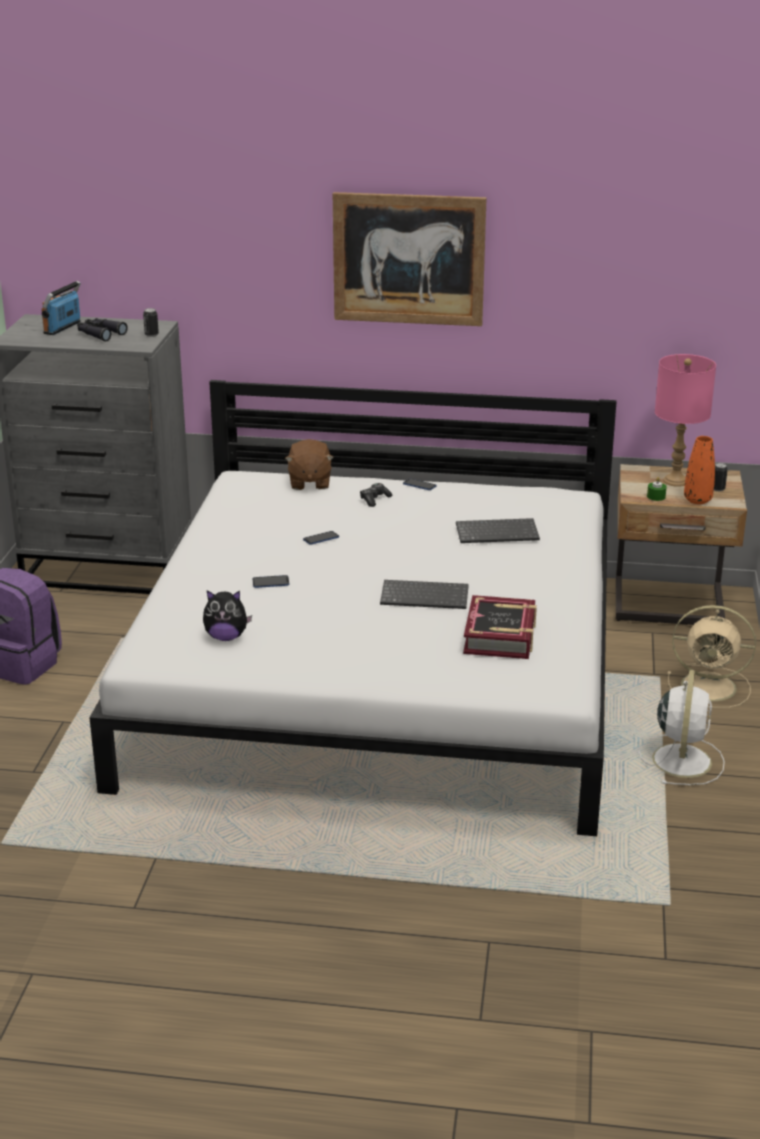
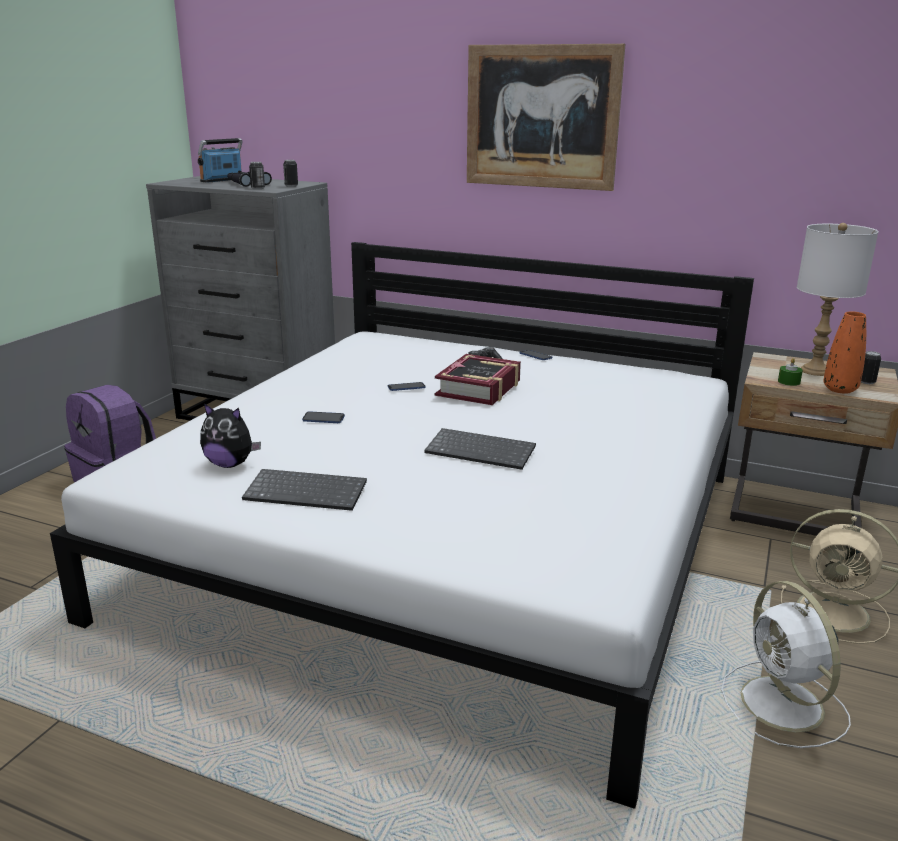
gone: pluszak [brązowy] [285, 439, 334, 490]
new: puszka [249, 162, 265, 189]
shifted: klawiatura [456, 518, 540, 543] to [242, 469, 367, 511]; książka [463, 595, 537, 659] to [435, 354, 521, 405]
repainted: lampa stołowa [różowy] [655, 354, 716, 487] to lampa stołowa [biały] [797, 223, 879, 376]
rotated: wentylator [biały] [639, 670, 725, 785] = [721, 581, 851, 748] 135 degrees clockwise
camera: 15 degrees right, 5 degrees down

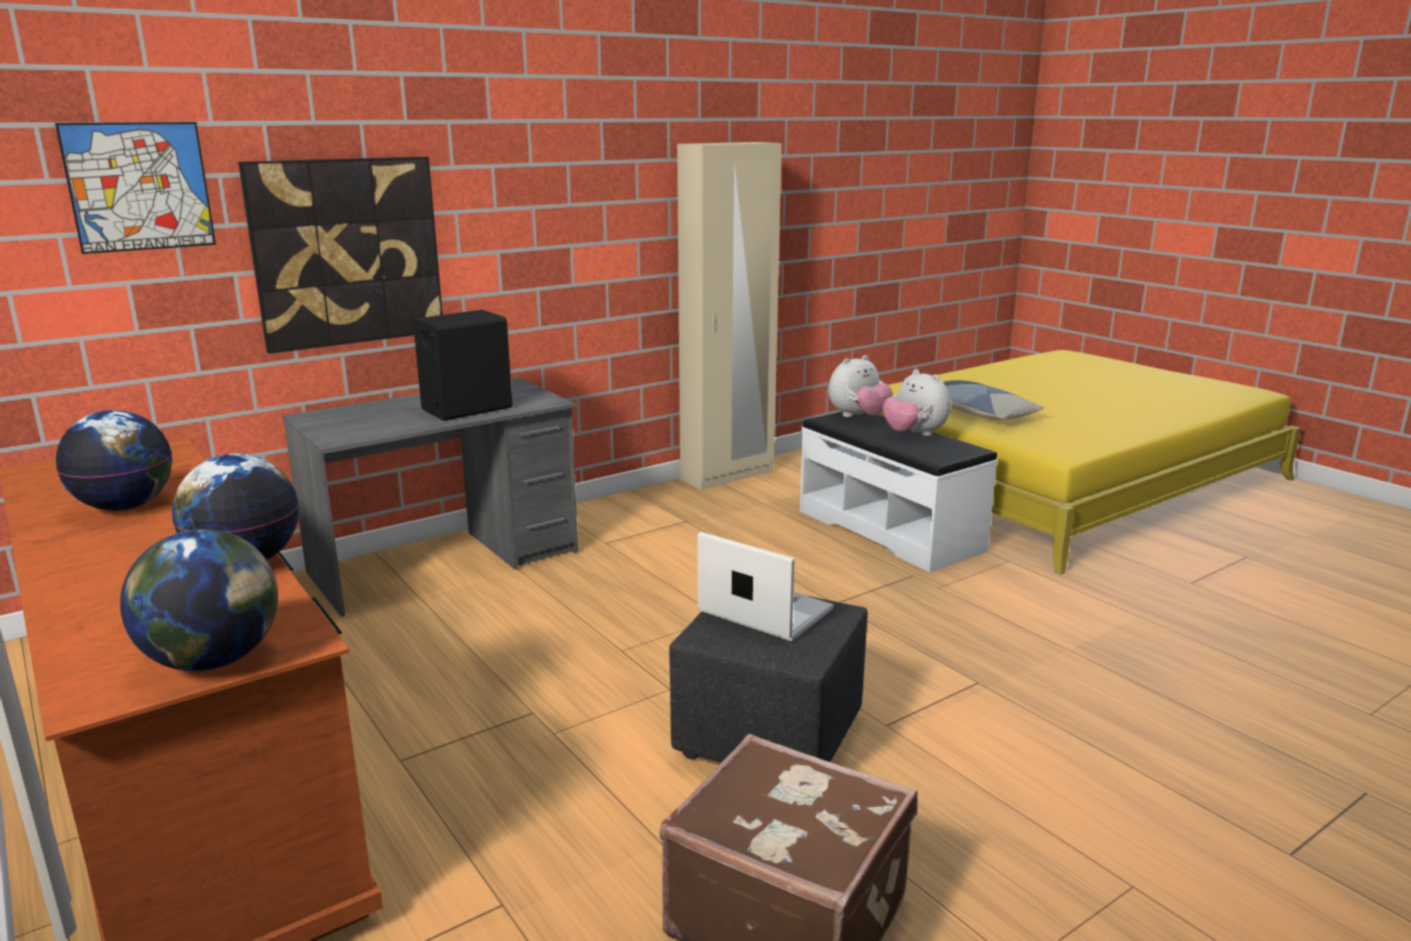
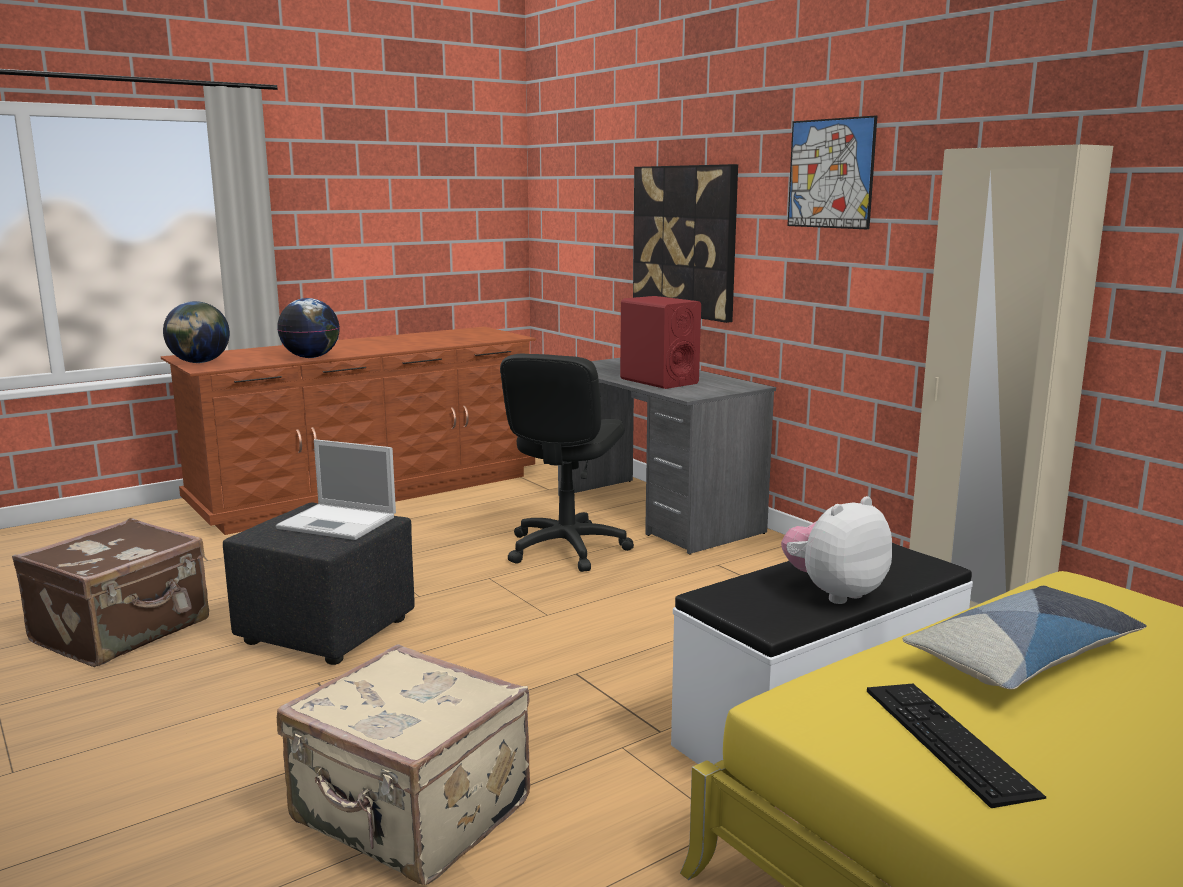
gone: pluszak [829, 355, 893, 417]; globus [56, 410, 172, 511]
new: krzesło biurowe [czarny] [500, 354, 634, 572]; walizka [beżowy] [277, 644, 530, 885]; klawiatura [867, 684, 1046, 808]
shifted: obraz [55, 122, 216, 254] to [787, 116, 877, 229]
repainted: głośnik [czarny] [413, 310, 512, 421] to głośnik [czerwony] [620, 296, 701, 389]
rotated: laptop [698, 532, 834, 641] = [276, 439, 396, 540] 75 degrees clockwise
camera: 90 degrees right, 5 degrees down

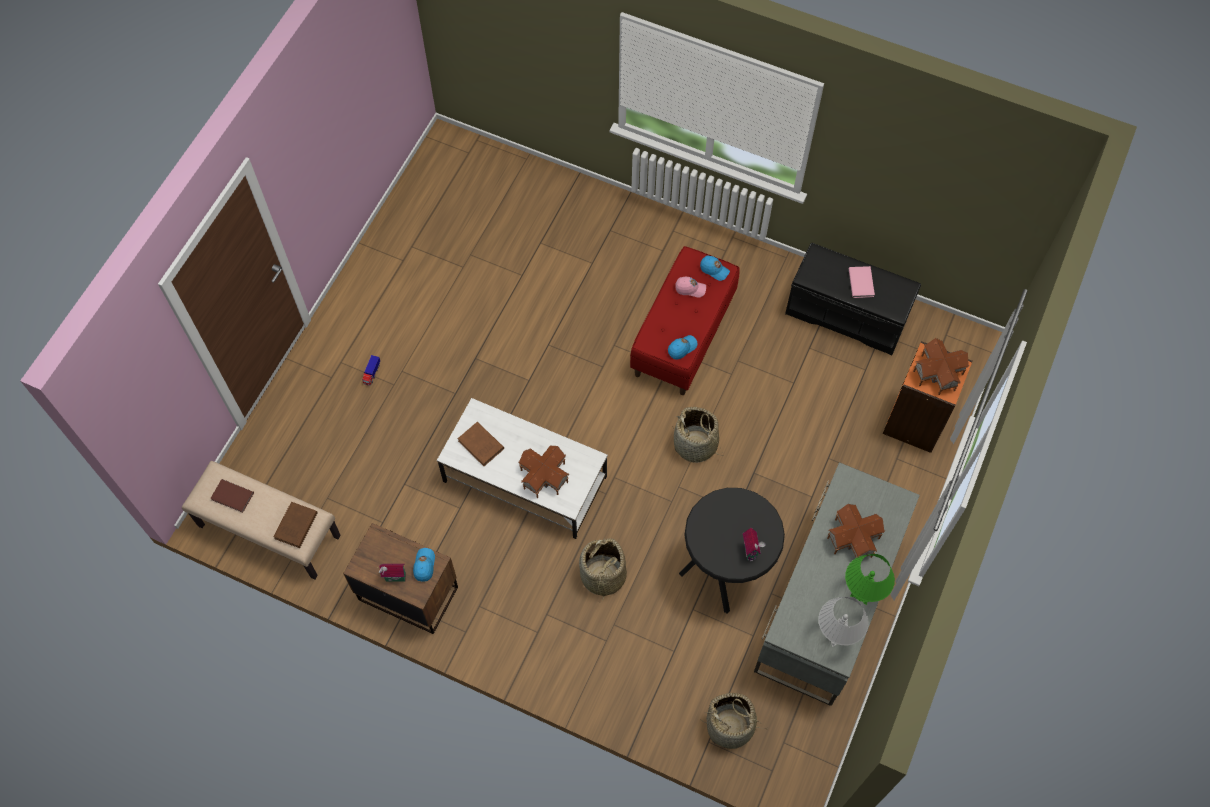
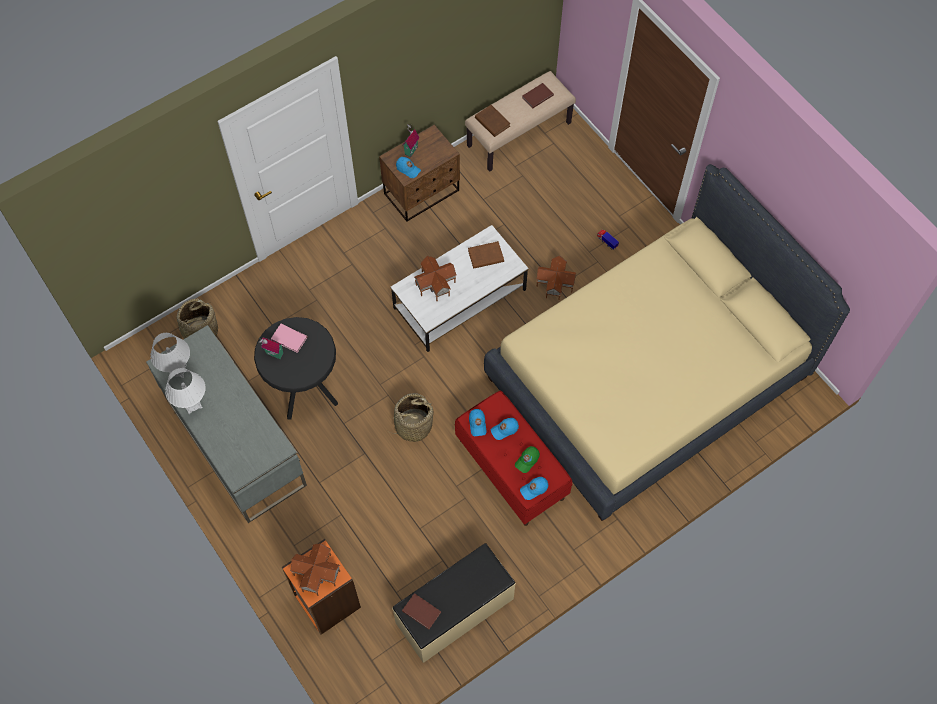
gone: koszyk [579, 537, 627, 603]
new: łóżko [beżowy] [484, 164, 850, 521]; czapka z daszkiem [niebieski] [491, 418, 519, 440]; książka [brązowy] [402, 593, 441, 630]
shifted: książka [różowy] [848, 266, 875, 298] to [271, 324, 308, 353]; domek [827, 504, 885, 558] to [536, 256, 577, 299]
repainted: ławka [czarny] [785, 243, 921, 355] to ławka [beżowy] [392, 543, 516, 663]; czapka z daszkiem [różowy] [675, 277, 706, 298] to czapka z daszkiem [zielony] [515, 446, 540, 473]; lampa stołowa [zielony] [845, 554, 895, 605] to lampa stołowa [biały] [165, 368, 206, 414]
camera: 120 degrees right, 0 degrees up

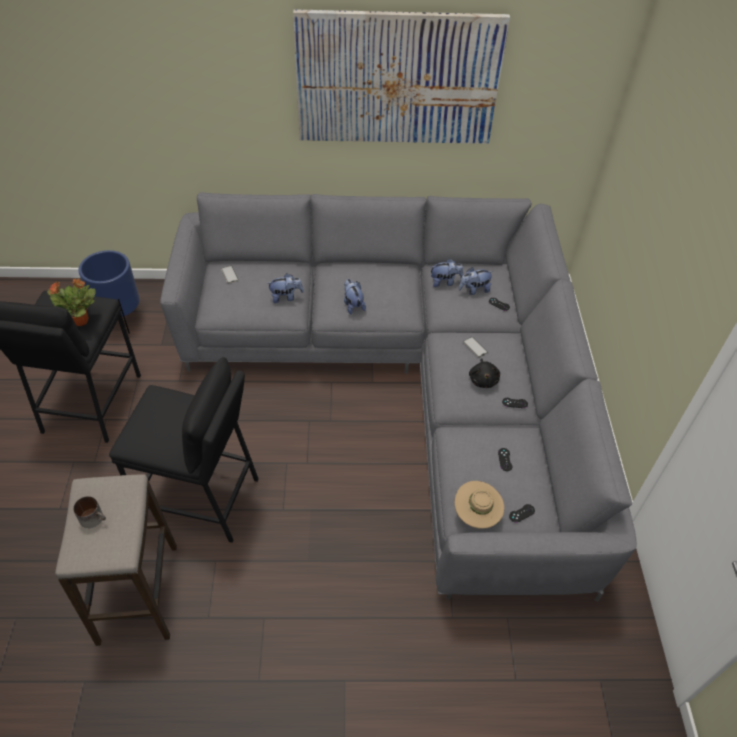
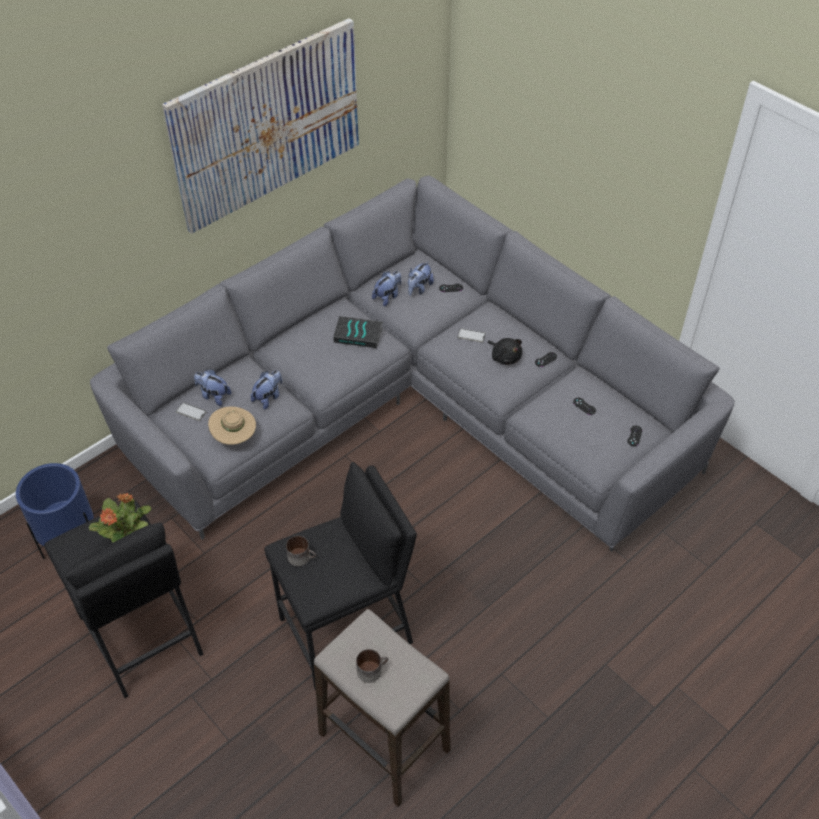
new: książka [333, 316, 383, 348]; kubek [286, 535, 316, 566]
shifted: pluszak [344, 279, 366, 315] to [194, 369, 231, 406]; kapelusz [beżowy] [455, 481, 504, 529] to [208, 407, 256, 445]
camera: 40 degrees left, 0 degrees up

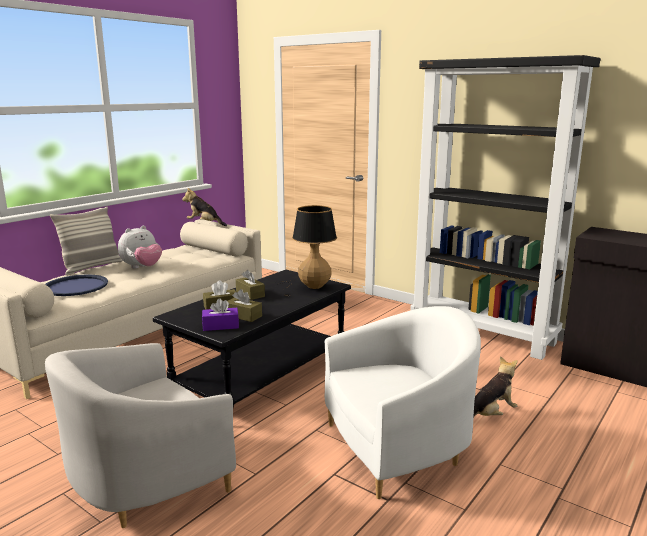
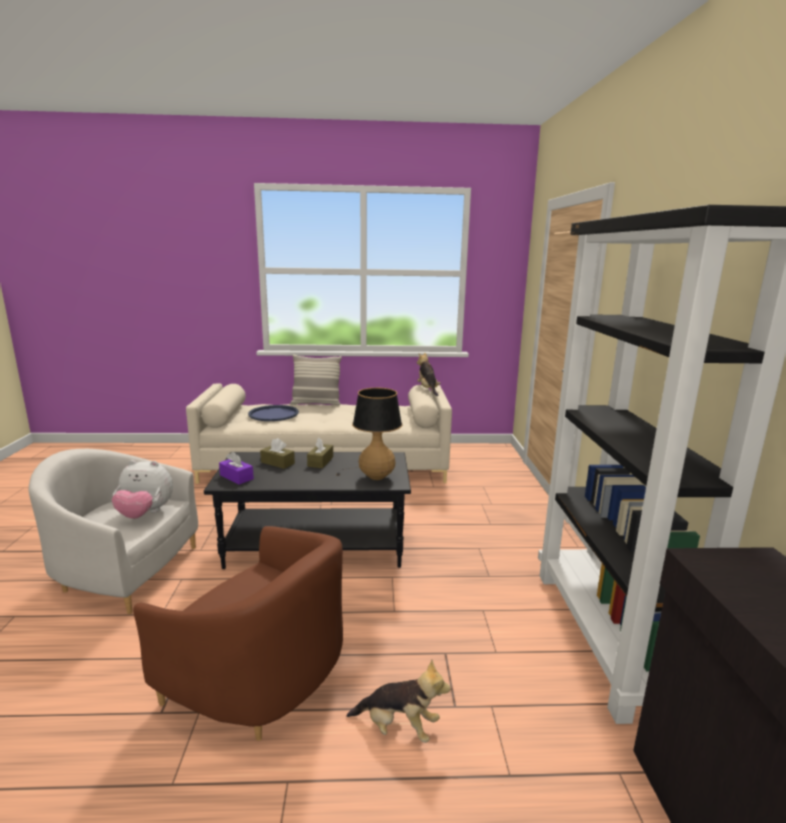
gone: pudełko chusteczek [brązowy] [228, 289, 262, 322]
shifted: pluszak [118, 226, 162, 269] to [112, 460, 173, 519]
repainted: fotel [biały] [325, 306, 481, 499] to fotel [brązowy] [133, 526, 343, 741]
camera: 50 degrees right, 0 degrees up

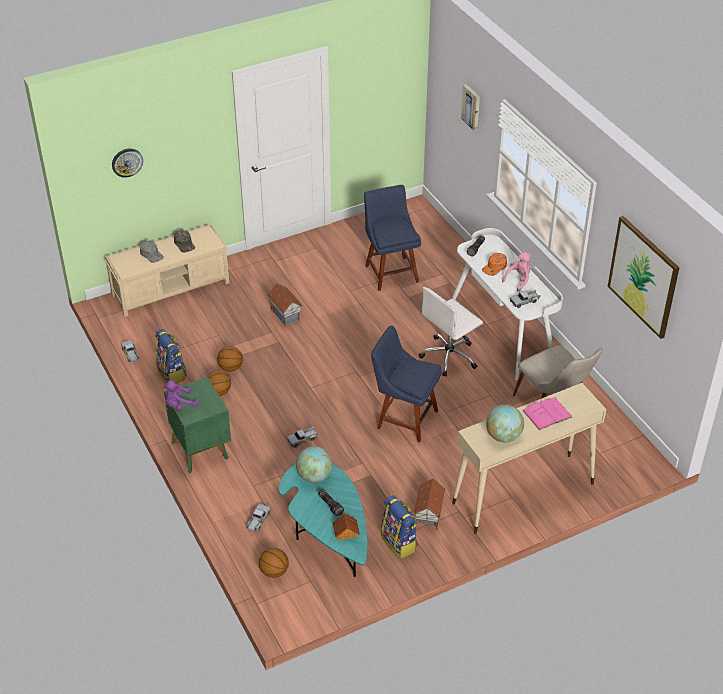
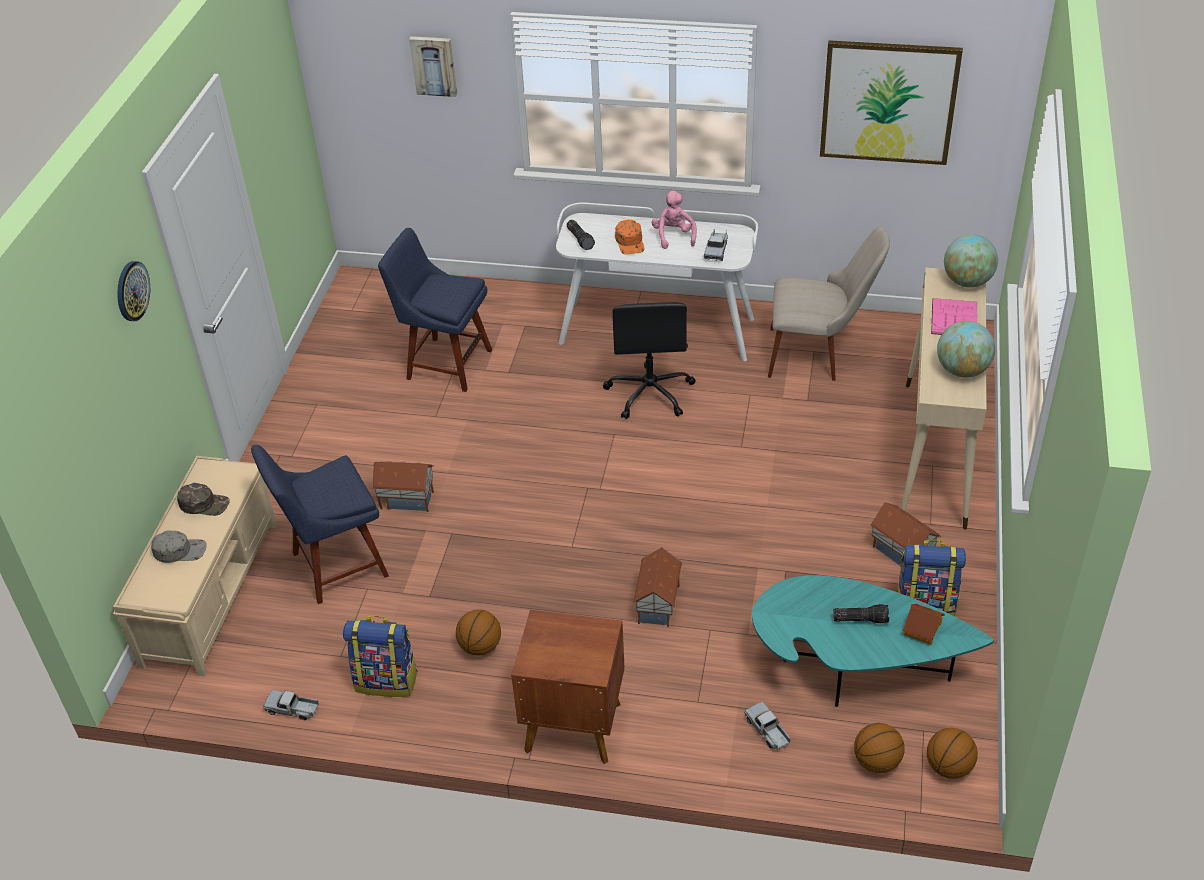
gone: pluszak [fioletowy] [163, 380, 199, 411]
shifted: zegar ścienny [112, 148, 143, 178] to [117, 261, 150, 321]; krzesło [niebieski] [371, 326, 442, 443] to [251, 445, 389, 604]; piłka do koszykówki [217, 346, 243, 372] to [927, 728, 978, 779]; globus [296, 446, 332, 483] to [944, 234, 998, 287]
swapped: ciężarówka zabawkowa [287, 427, 318, 448] to domek [633, 547, 683, 627]
repainted: krzesło biurowe [biały] [418, 287, 483, 377] to krzesło biurowe [czarny] [603, 302, 696, 419]; szafka nocna [zielony] [164, 377, 231, 473] to szafka nocna [brązowy] [511, 610, 624, 764]
camera: 50 degrees left, 0 degrees up

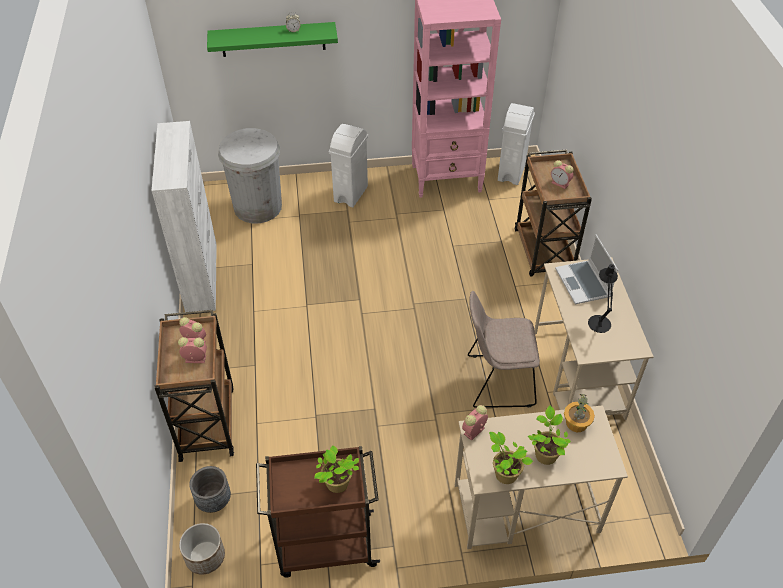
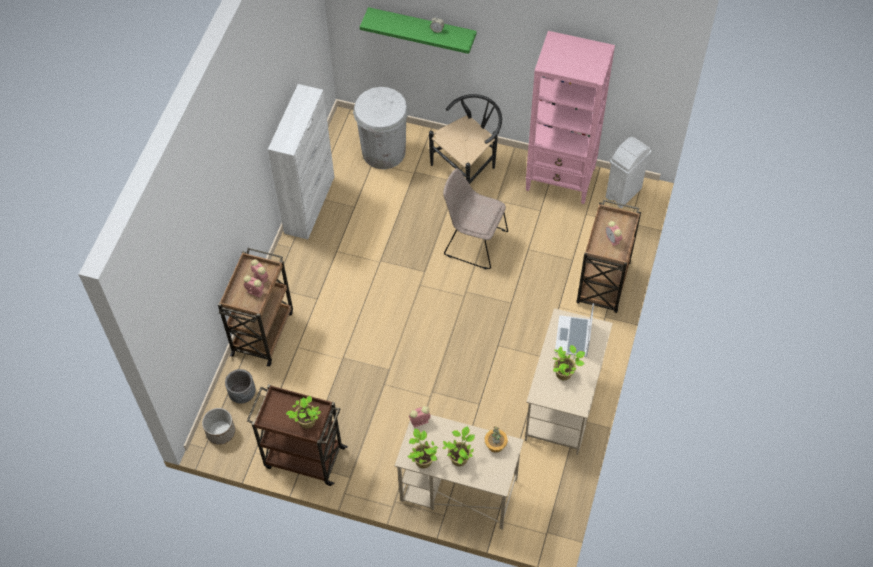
shifted: krzesło [beżowy] [468, 291, 540, 408] to [443, 168, 508, 270]
swapped: kosz na śmieci [biały] [329, 124, 368, 207] to krzesło [czarny] [429, 94, 502, 184]; lampa stołowa [czarny] [588, 264, 618, 333] to roślina doniczkowa [552, 345, 585, 380]
camera: 25 degrees right, 10 degrees up

